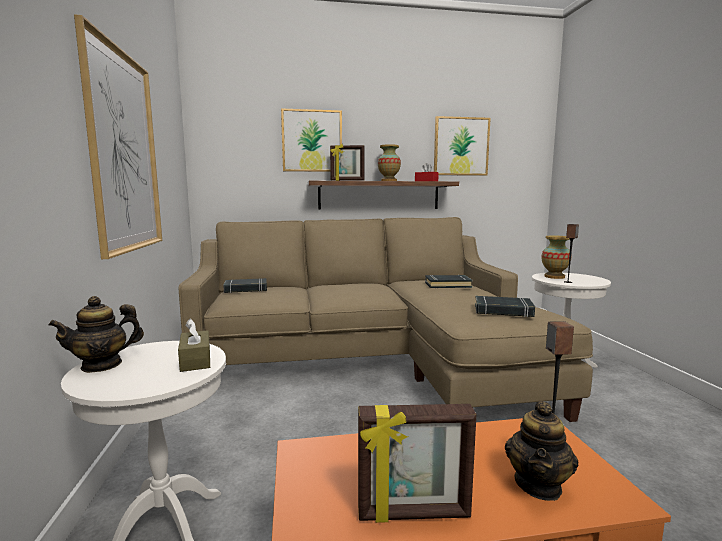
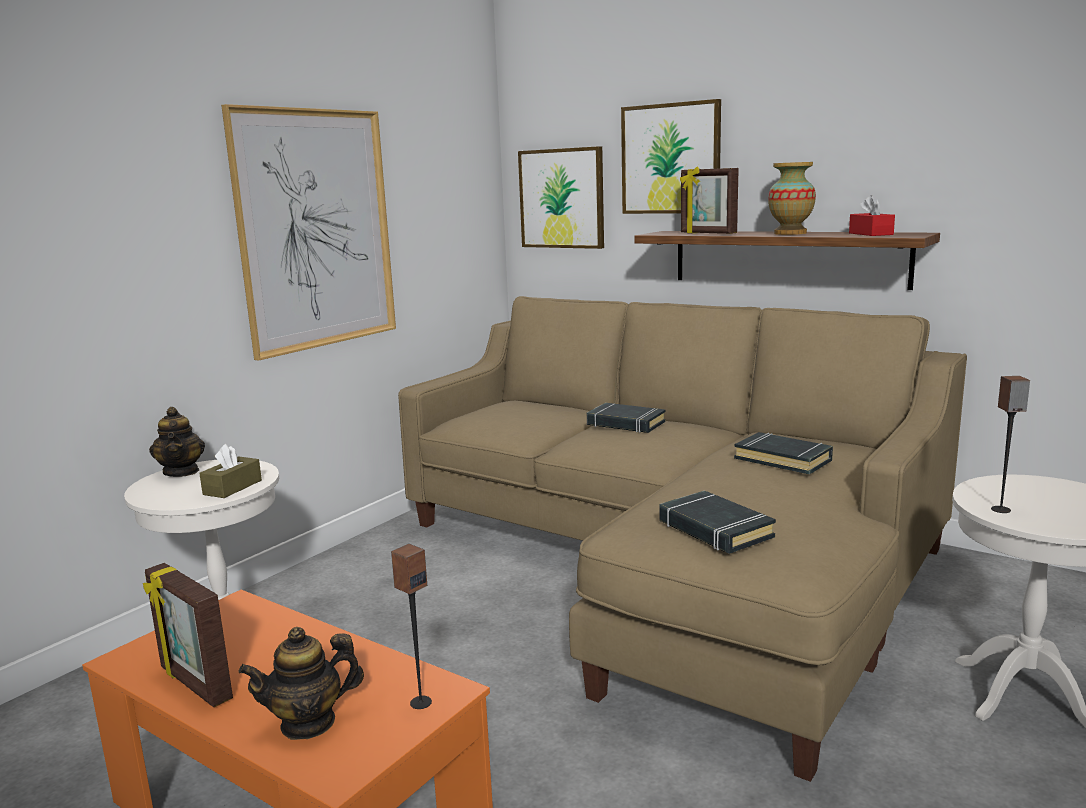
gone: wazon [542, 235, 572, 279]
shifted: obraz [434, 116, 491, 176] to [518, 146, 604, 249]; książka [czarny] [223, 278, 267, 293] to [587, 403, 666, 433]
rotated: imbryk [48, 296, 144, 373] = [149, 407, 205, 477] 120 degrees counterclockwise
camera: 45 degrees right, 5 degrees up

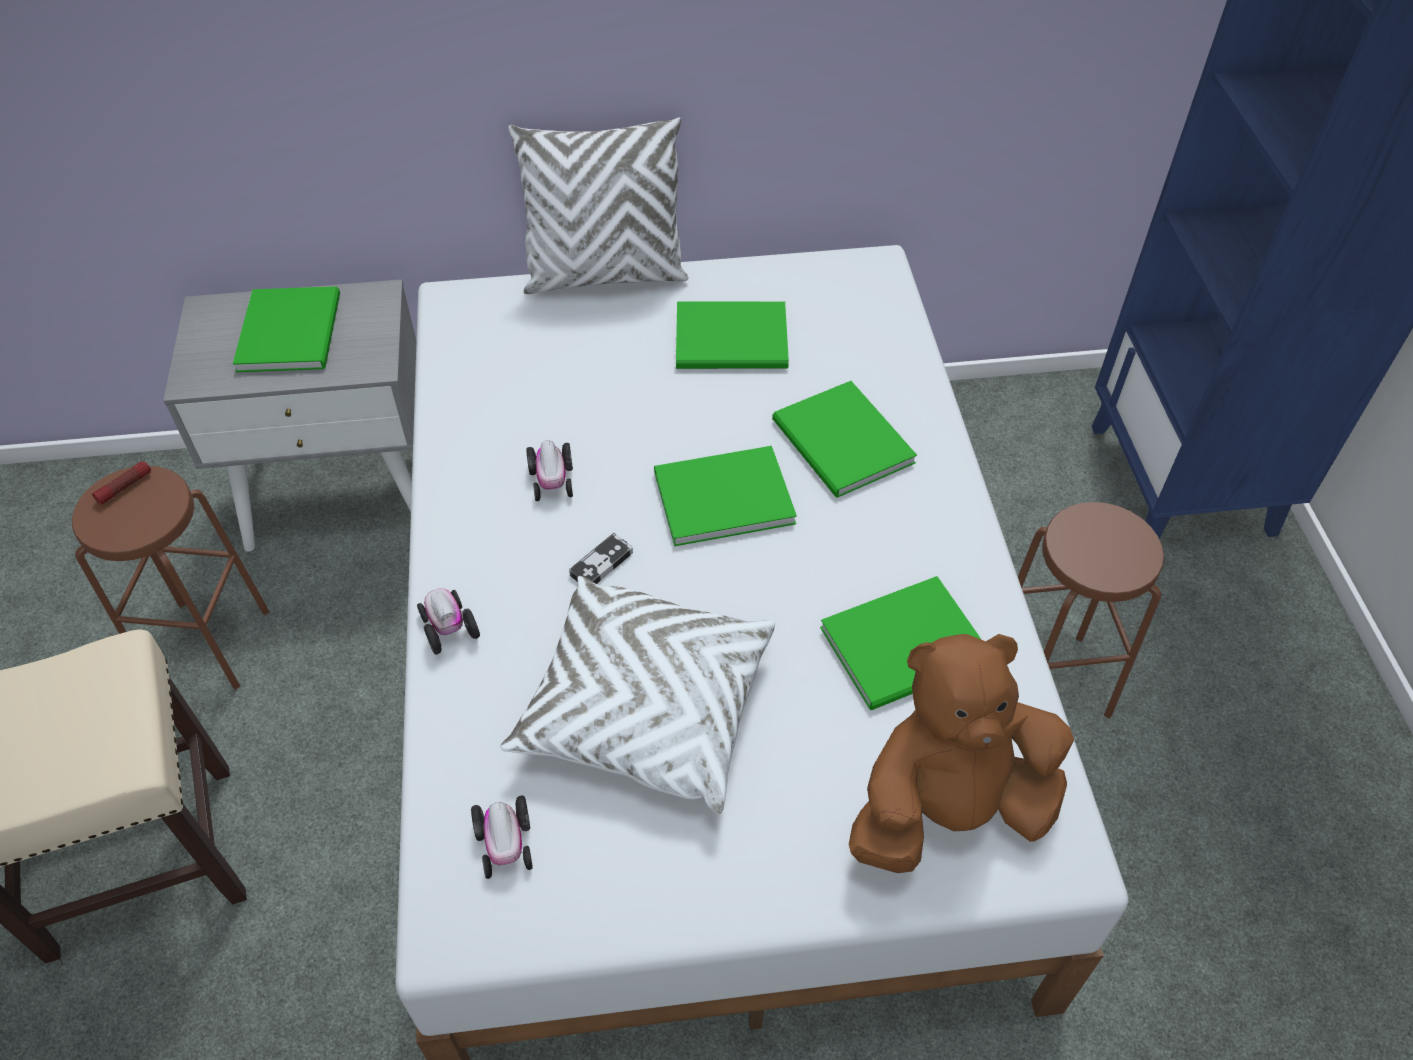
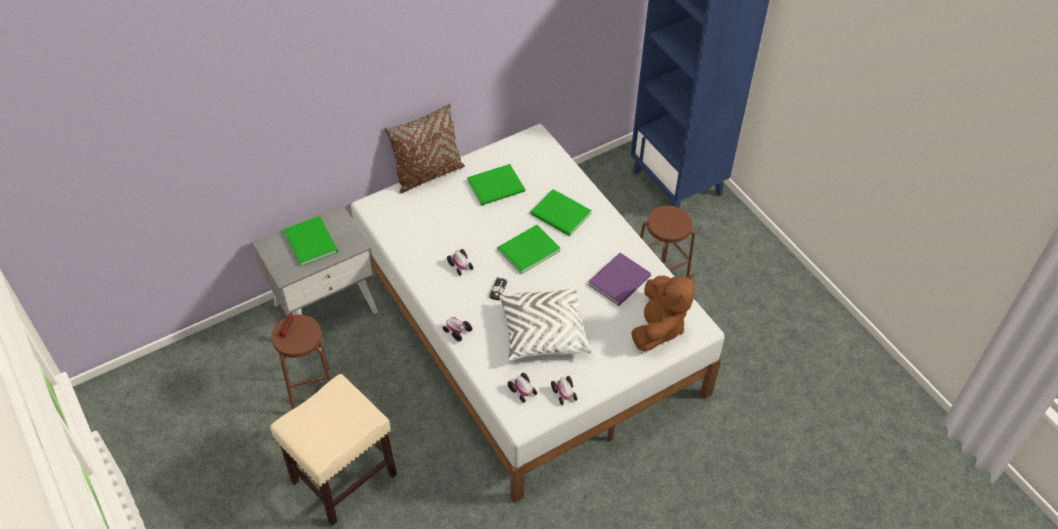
new: samochodzik [551, 376, 577, 405]
repainted: poduszka [biały] [508, 118, 689, 294] to poduszka [brązowy] [385, 104, 465, 194]; książka [zielony] [820, 576, 982, 710] to książka [fioletowy] [588, 253, 651, 306]
rotated: pluszak [brązowy] [849, 634, 1074, 873] = [631, 274, 695, 351] 150 degrees clockwise
camera: 25 degrees left, 0 degrees up

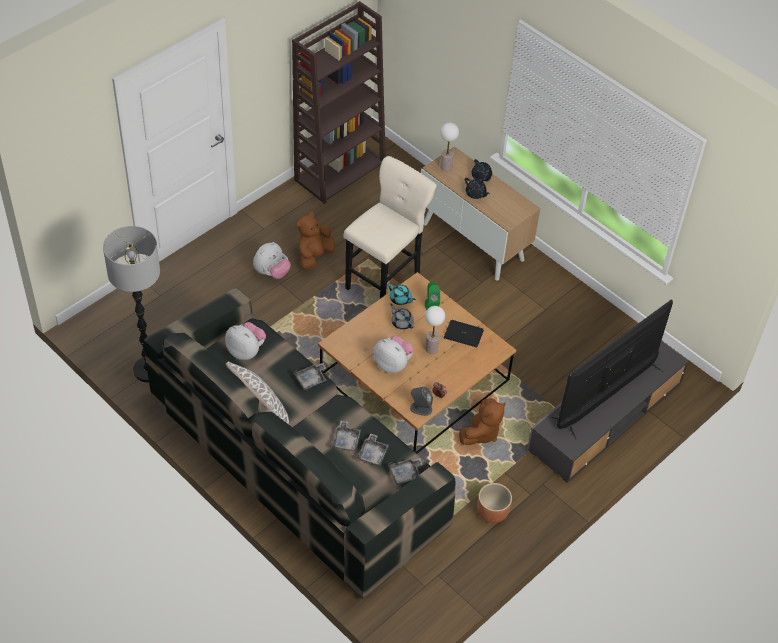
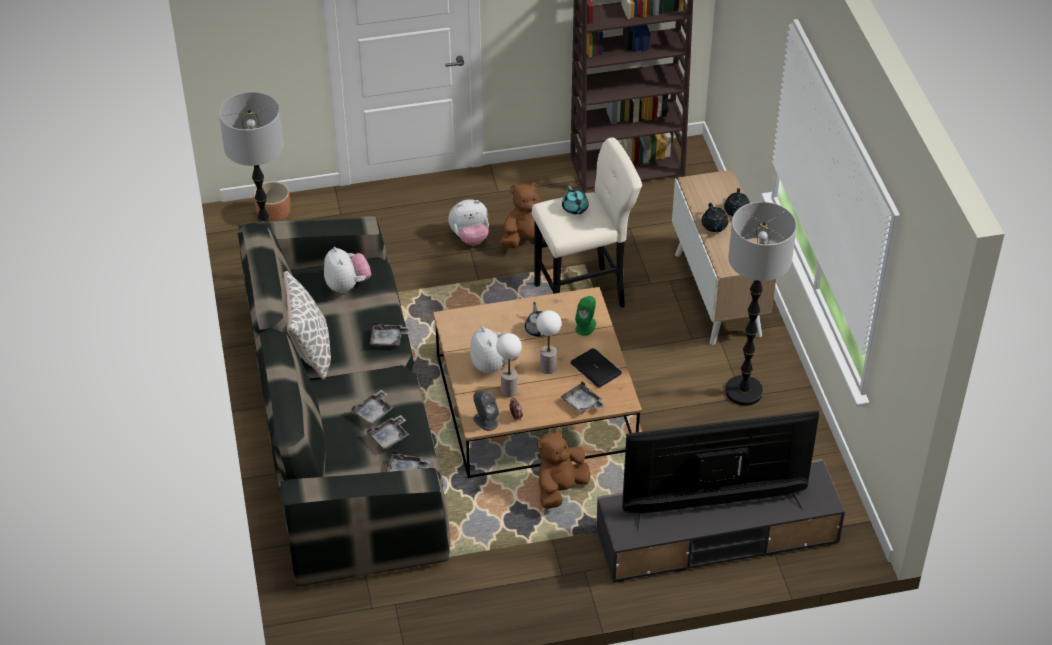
new: lampa stojąca [725, 202, 797, 406]; taca [szary] [560, 381, 606, 413]
shifted: lampa stołowa [440, 122, 459, 171] to [496, 333, 522, 397]; imbryk [turkusowy] [388, 284, 416, 305] to [562, 186, 589, 215]; donica [brązowy] [477, 483, 512, 523] to [254, 181, 290, 222]
rotated: pluszak [brązowy] [459, 398, 506, 445] = [537, 429, 590, 509] 150 degrees clockwise
camera: 35 degrees right, 5 degrees down

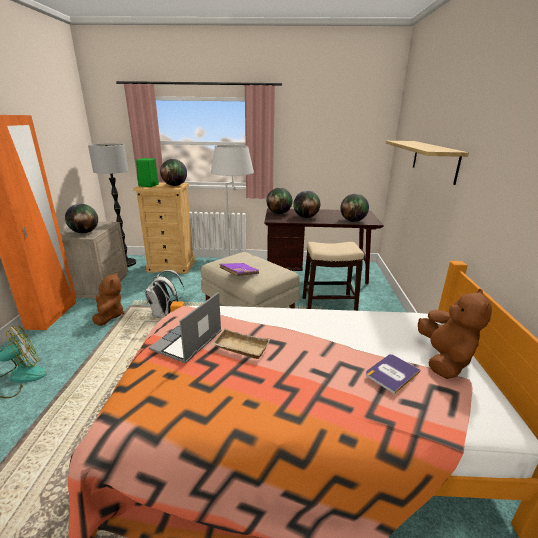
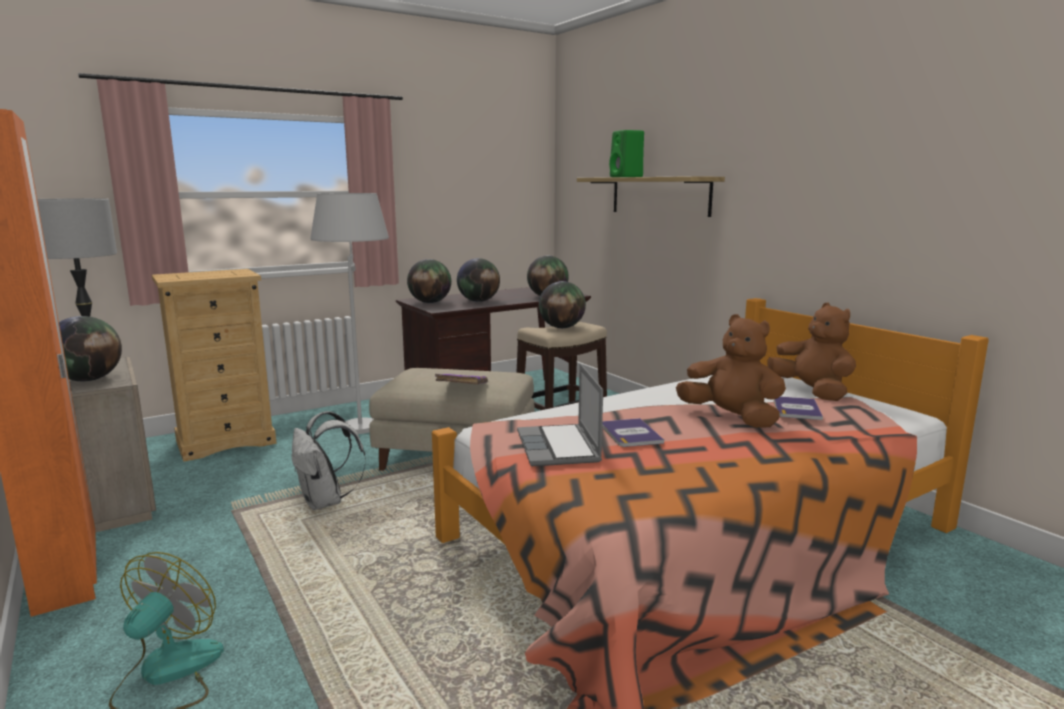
shifted: głośnik [zielony] [136, 158, 159, 187] to [609, 130, 644, 177]; globus [160, 159, 187, 186] to [539, 281, 586, 328]; pluszak [brązowy] [92, 272, 124, 326] to [676, 314, 786, 428]
swapped: taca [beżowy] [211, 329, 270, 359] to książka [602, 418, 664, 447]
camera: 35 degrees left, 10 degrees down

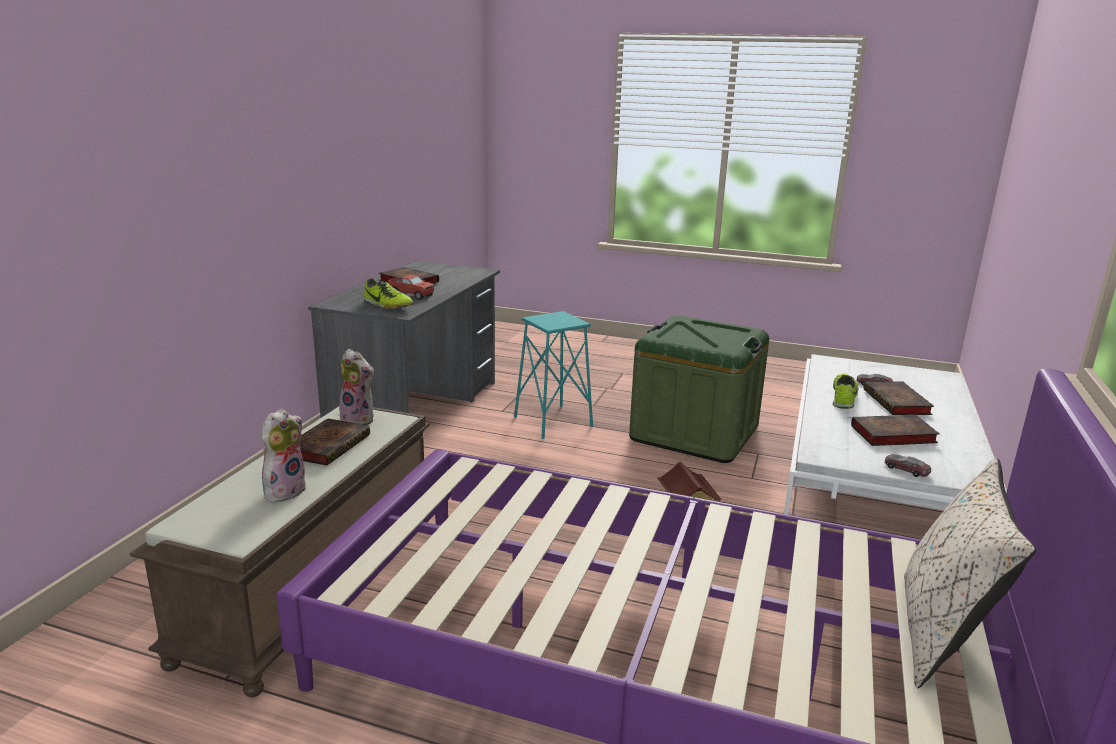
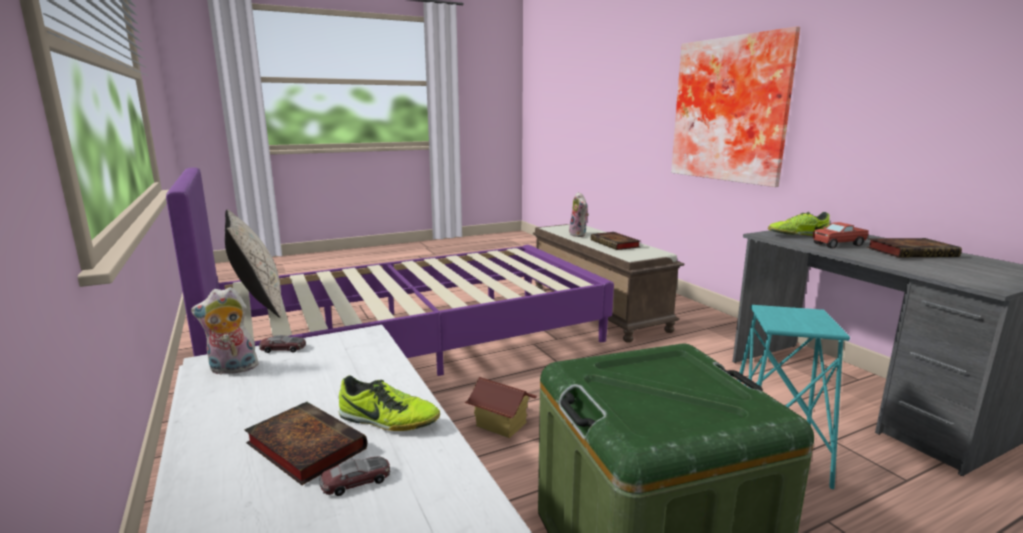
gone: książka [851, 415, 939, 446]
new: obraz [671, 26, 800, 187]
shifted: pluszak [339, 349, 375, 425] to [191, 287, 258, 375]
rotated: but [833, 373, 859, 409] = [339, 375, 440, 431] 45 degrees counterclockwise
camera: 135 degrees right, 5 degrees down

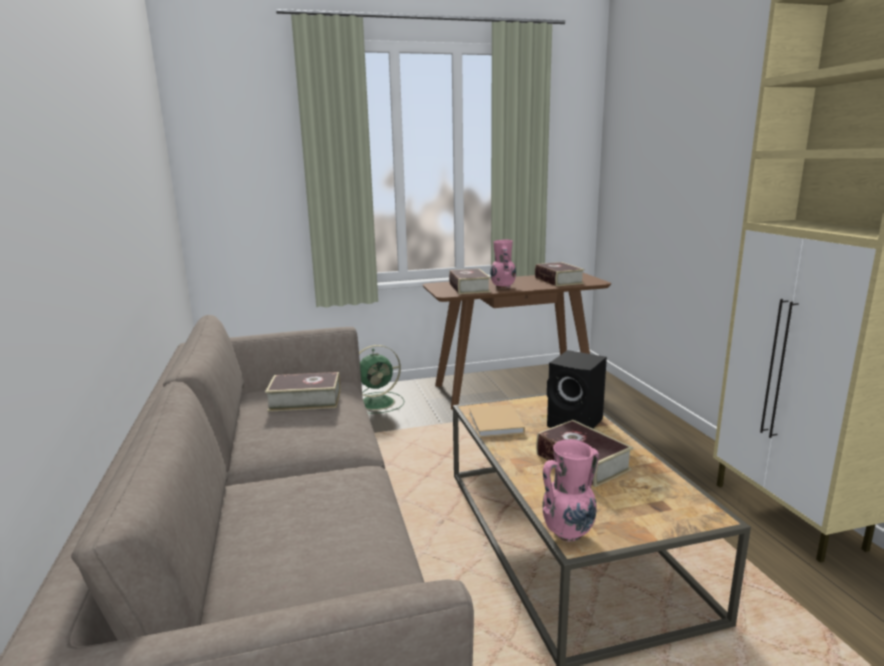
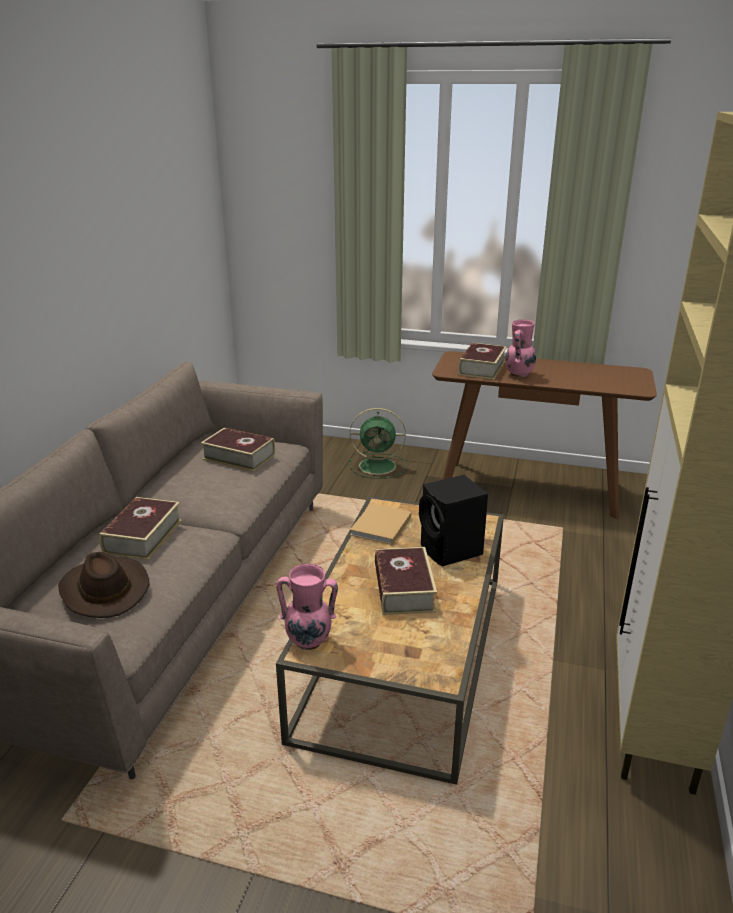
new: kapelusz [brązowy] [58, 552, 150, 618]
shifted: książka [535, 262, 585, 286] to [99, 497, 182, 560]
camera: 30 degrees right, 10 degrees up

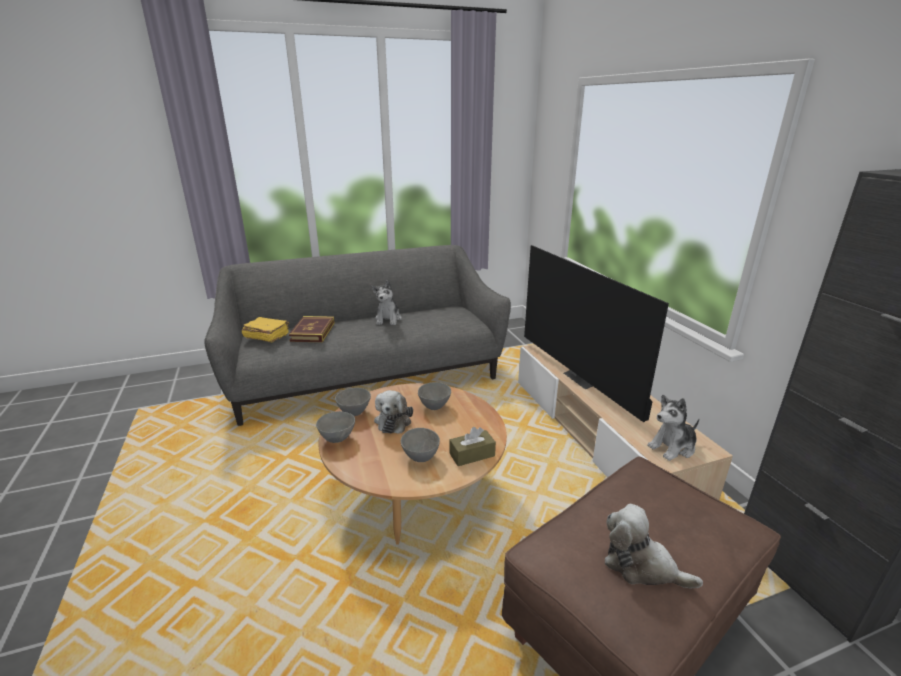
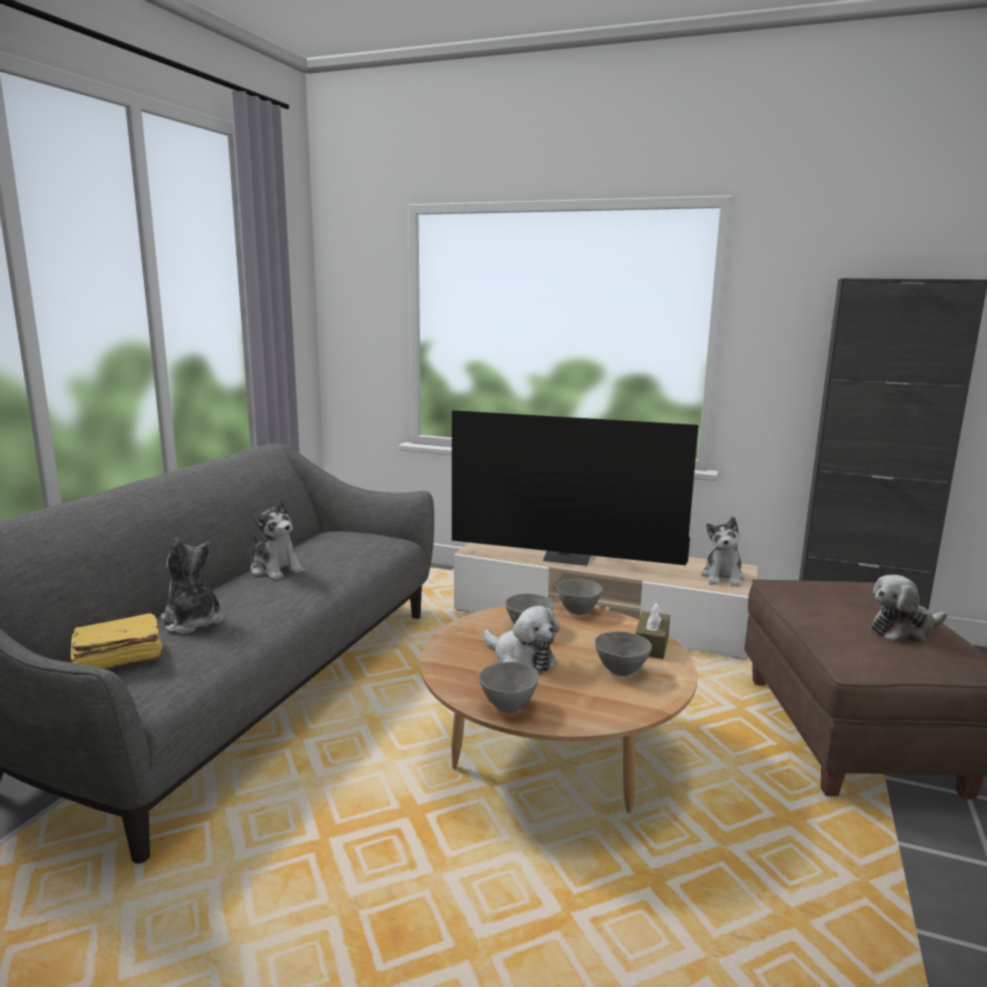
shifted: miska [szary] [335, 388, 371, 416] to [557, 579, 603, 615]
swapped: książka [289, 316, 335, 342] to pluszak [161, 537, 224, 633]
camera: 50 degrees left, 10 degrees down

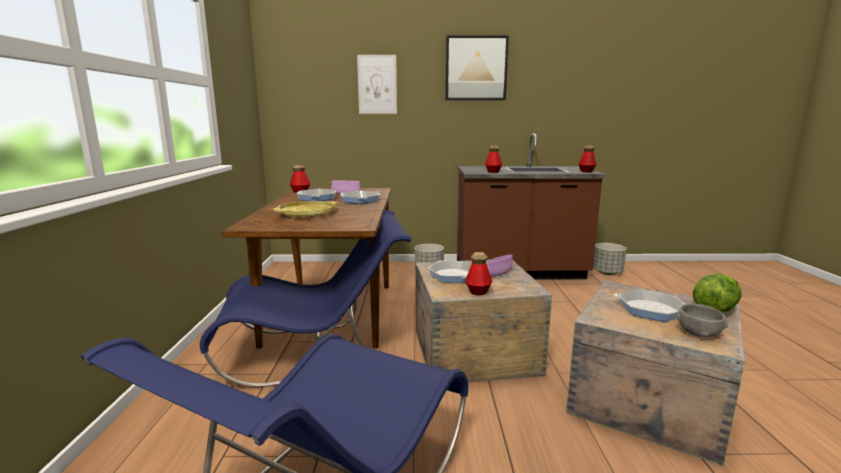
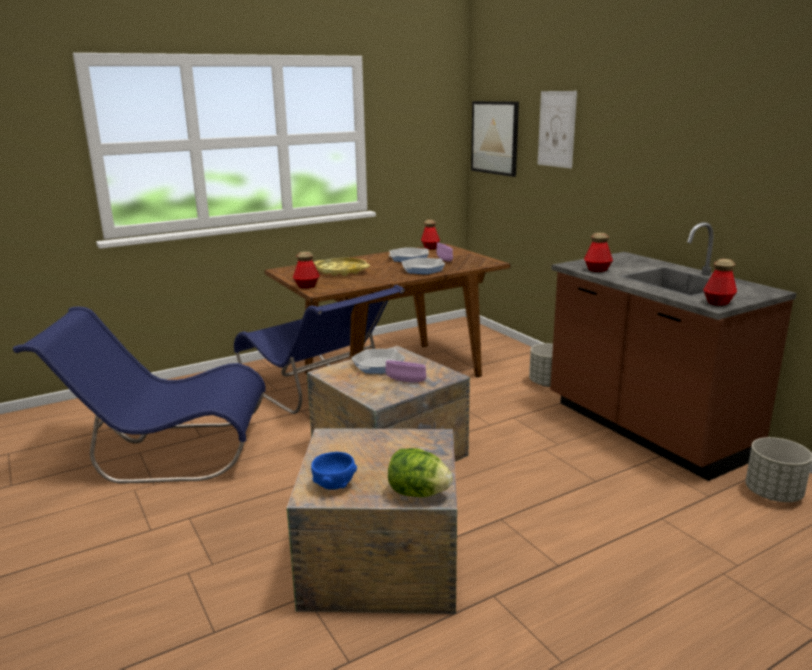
gone: patelnia [614, 289, 685, 322]
shifted: obraz [445, 35, 509, 100] to [471, 101, 519, 177]; butelka [466, 252, 492, 295] to [293, 252, 320, 288]
repainted: miska [szary] [677, 304, 728, 337] to miska [niebieski] [311, 452, 357, 490]
camera: 60 degrees right, 5 degrees up

